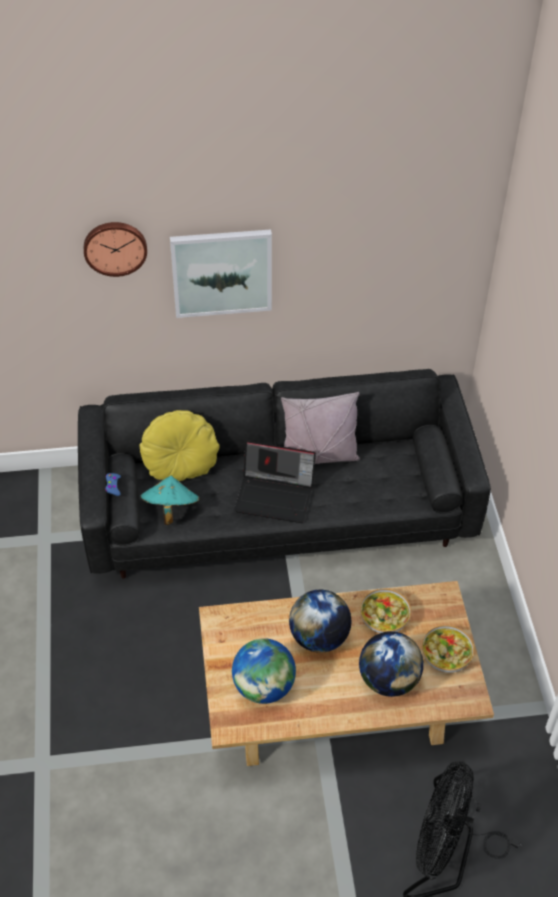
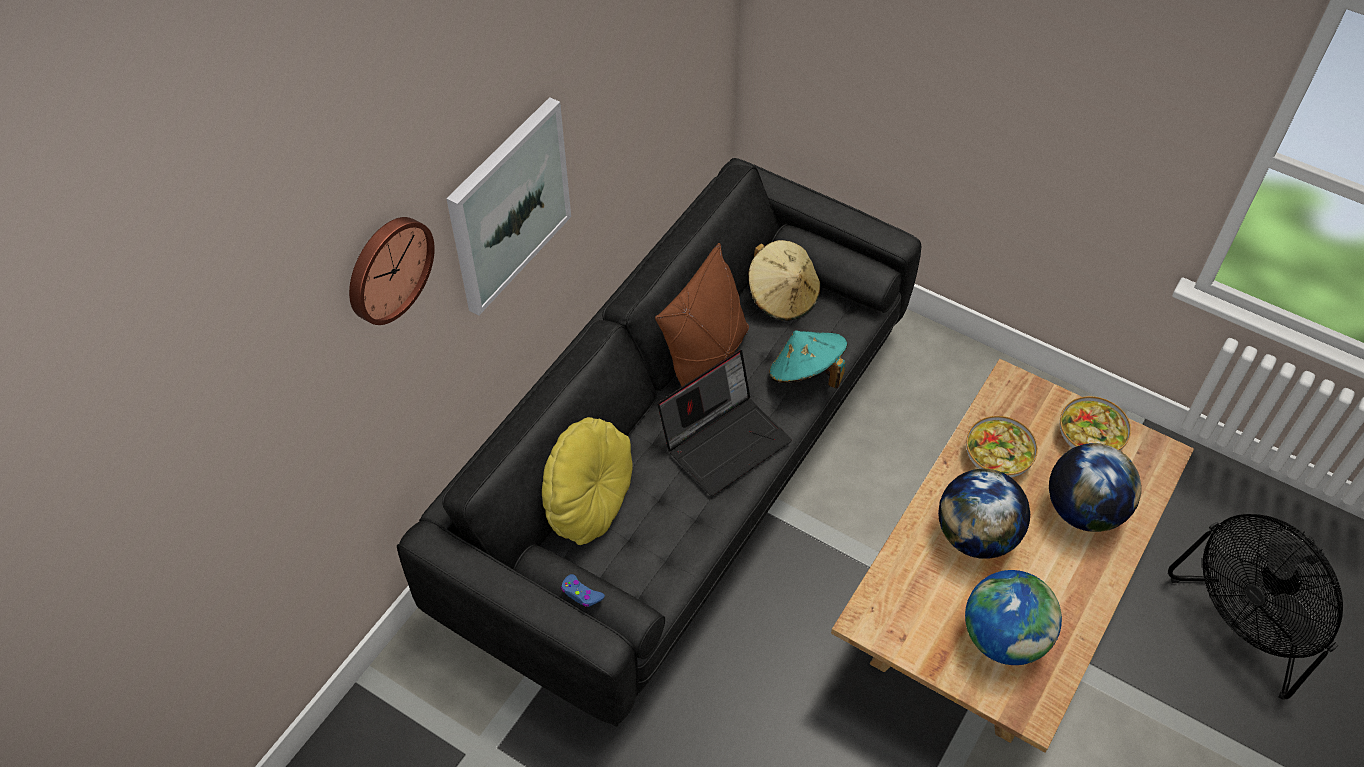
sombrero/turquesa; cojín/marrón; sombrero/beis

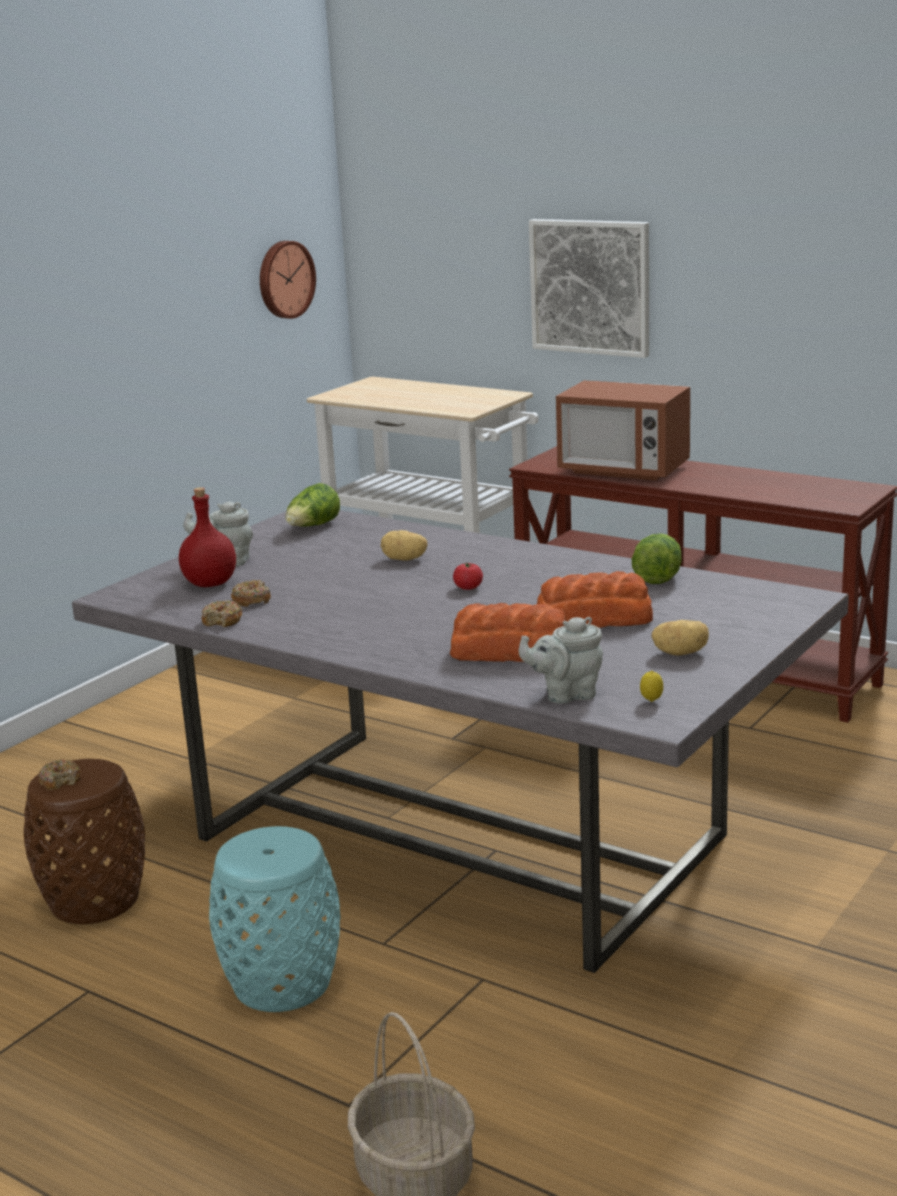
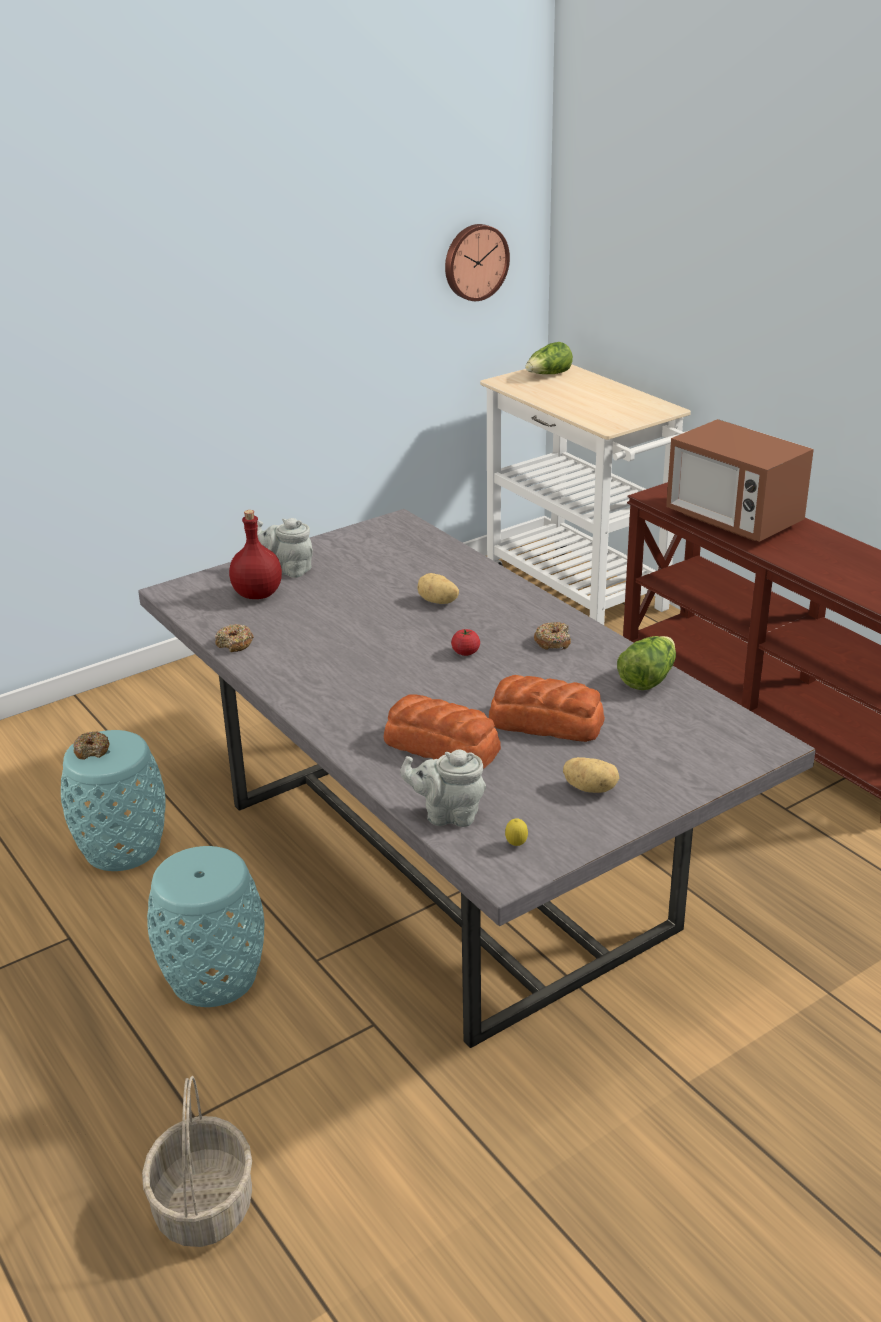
taburete/turquesa (no. 1 from left); rosquilla (no. 3 from left); lechuga (no. 1 from left); cuadro

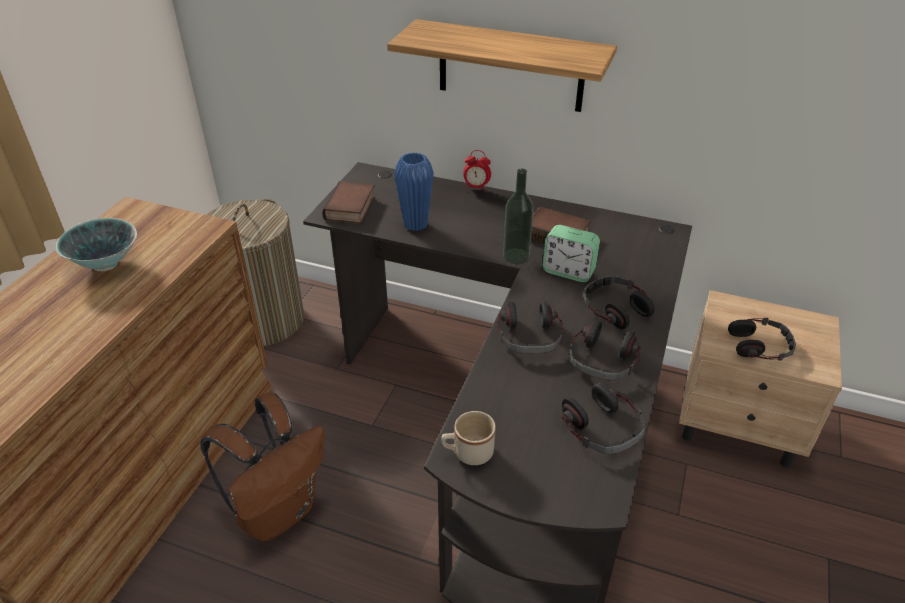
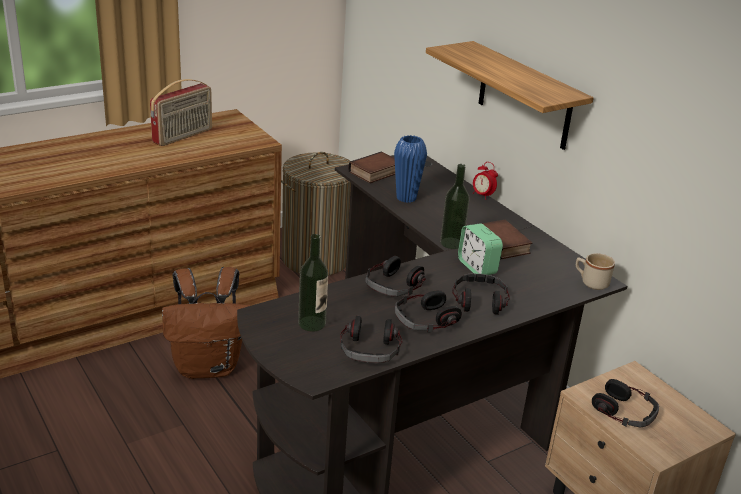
radio; taza grande/beis; botella (no. 1 from left)

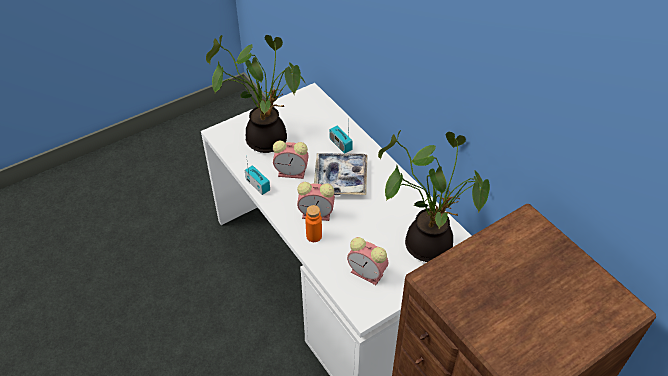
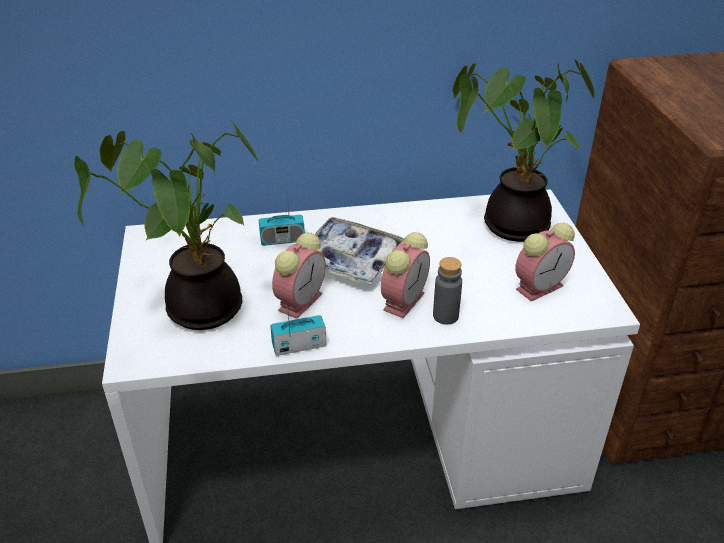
botella/gris

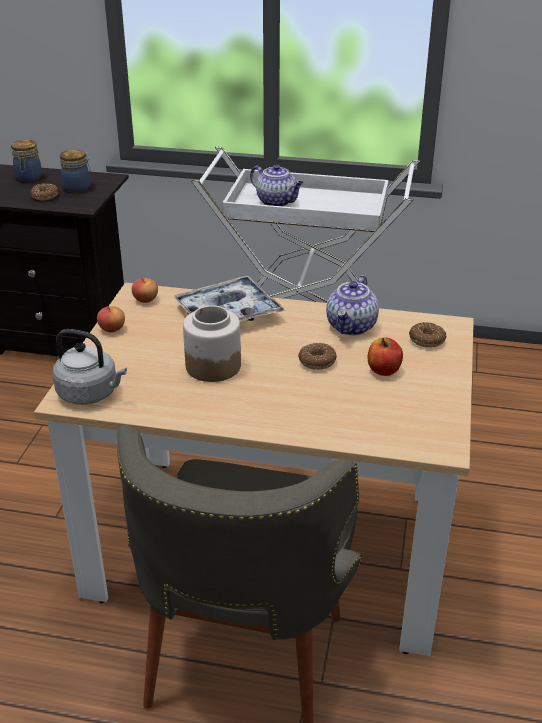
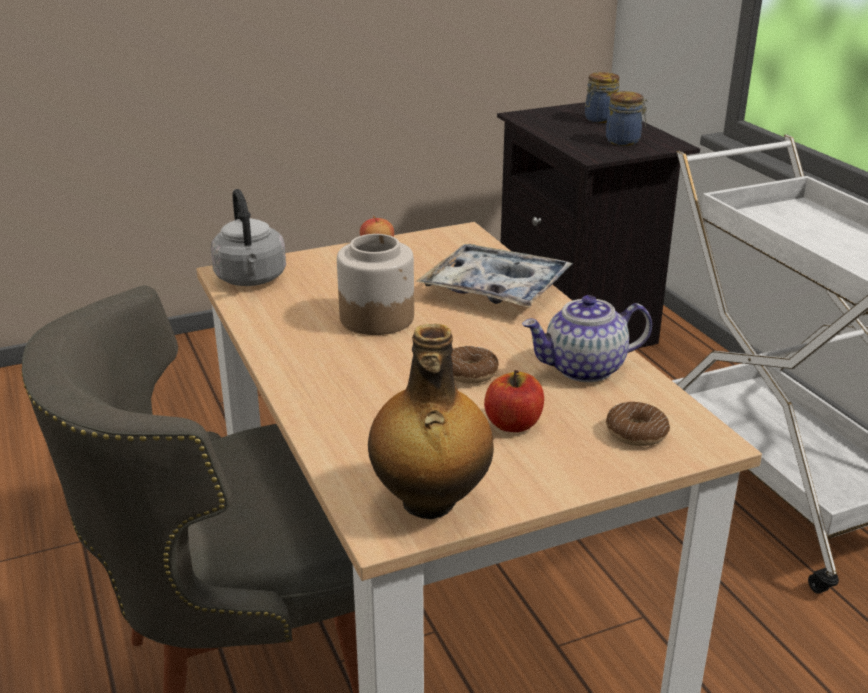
rosquilla (no. 1 from left in the first image); manzana (no. 2 from left in the first image); tetera (no. 1 from left in the first image); botella

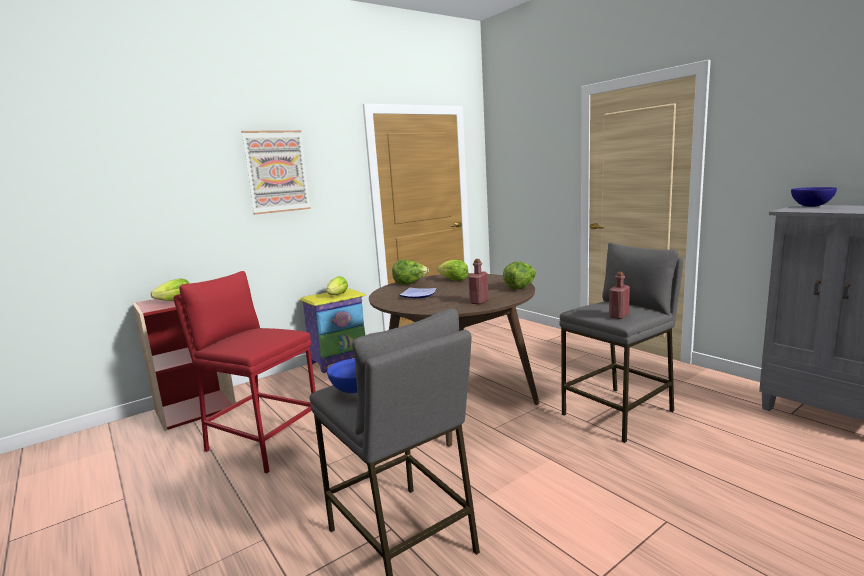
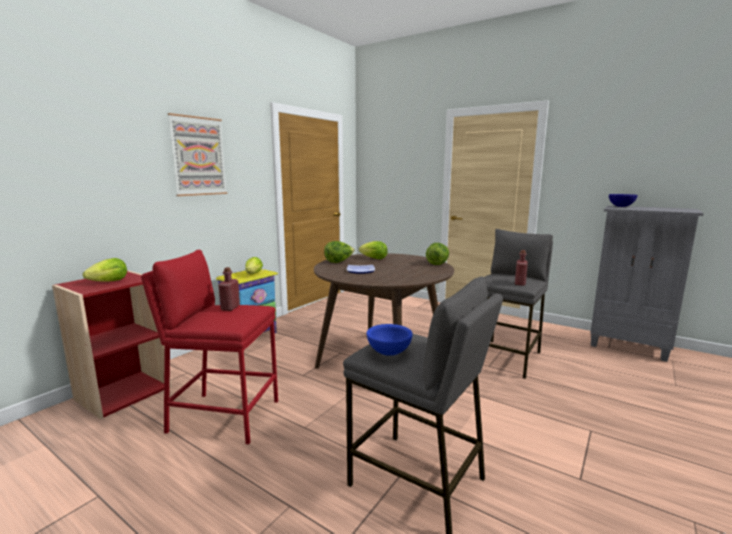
botella/rojo (no. 1 from left)

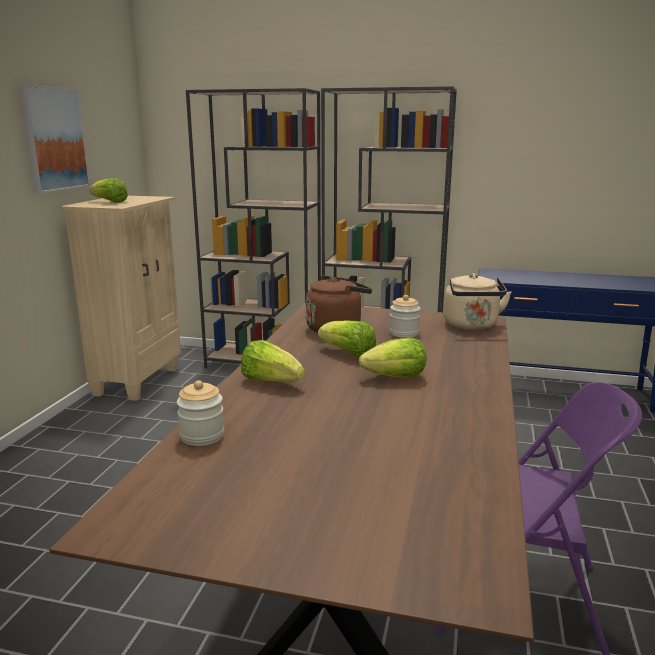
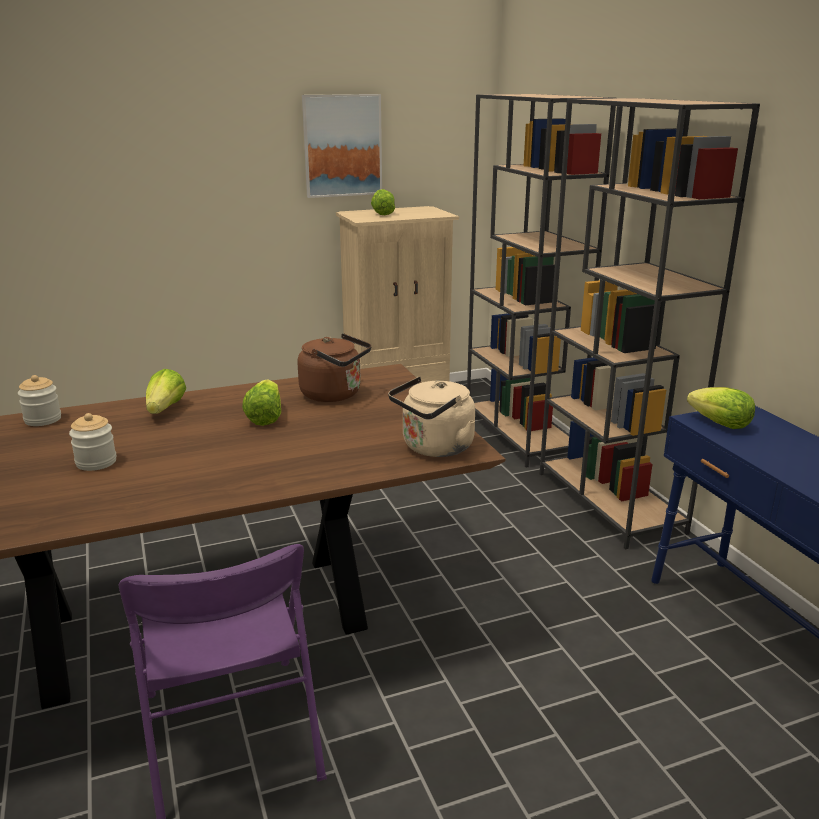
lechuga (no. 4 from left); tarro (no. 2 from left)

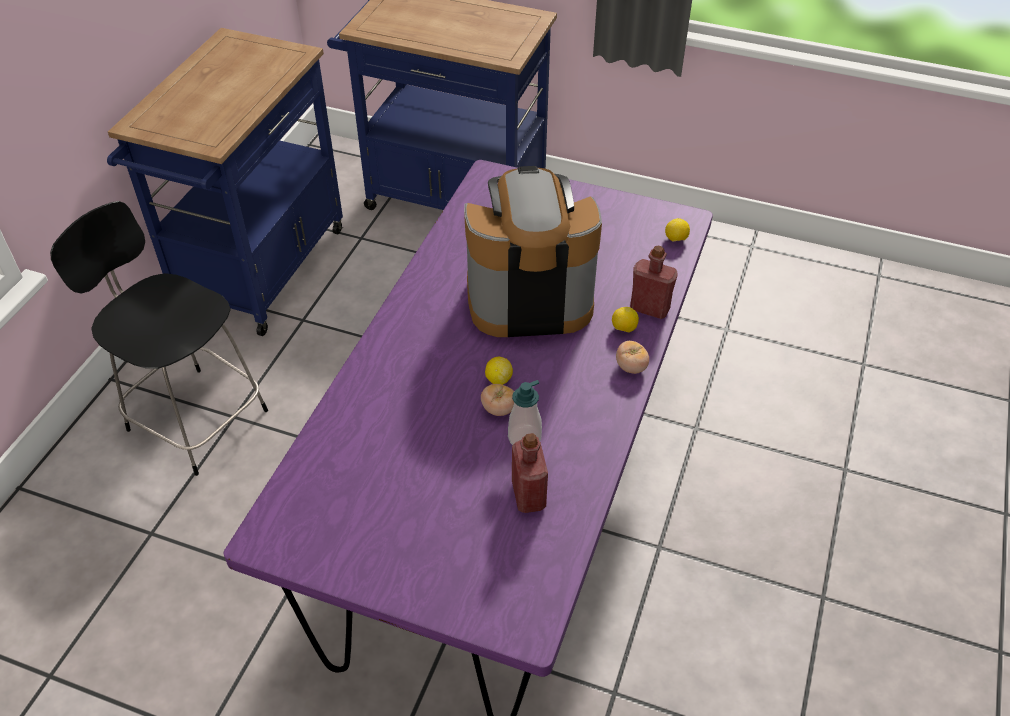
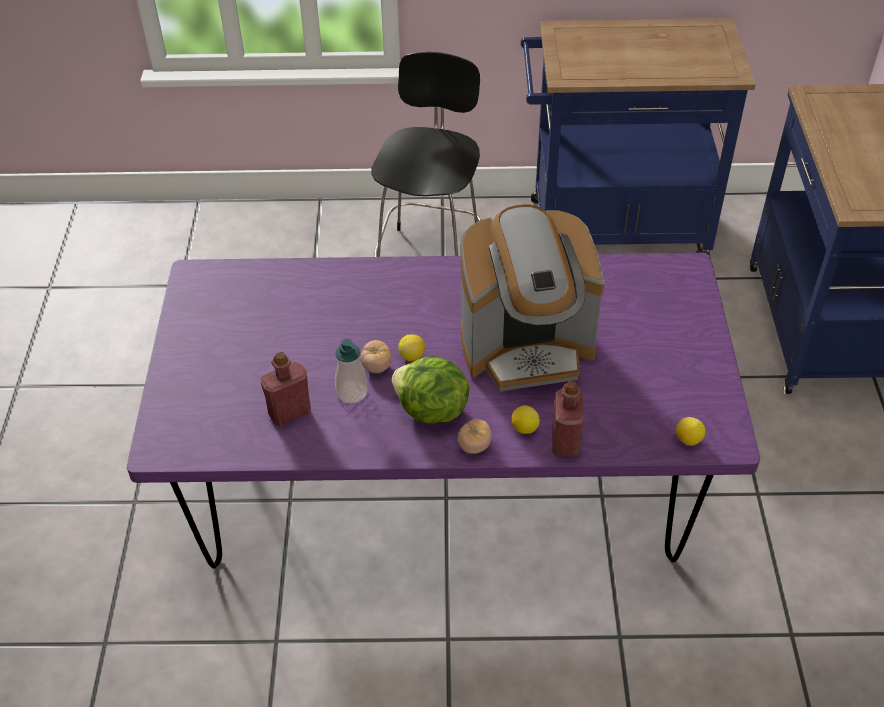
cafetera; lechuga

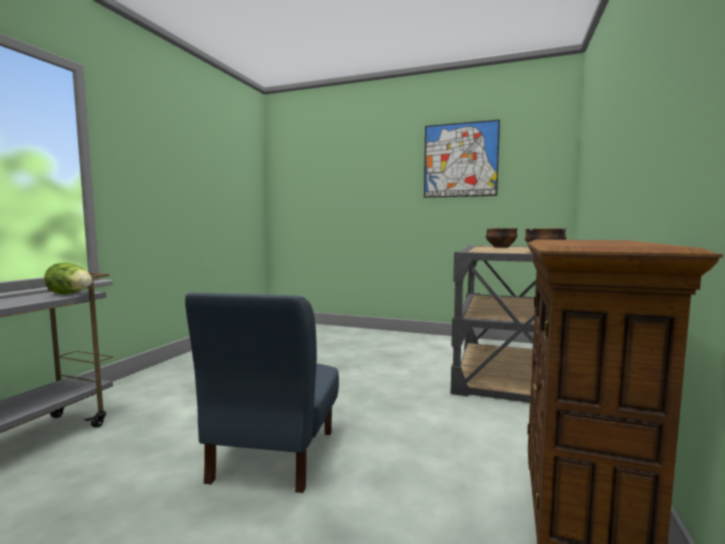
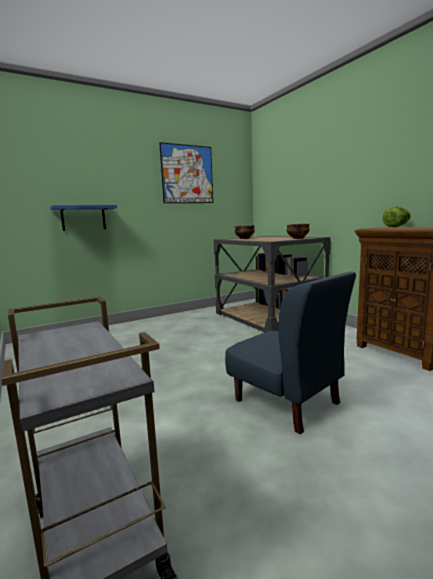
lechuga; estante/azul

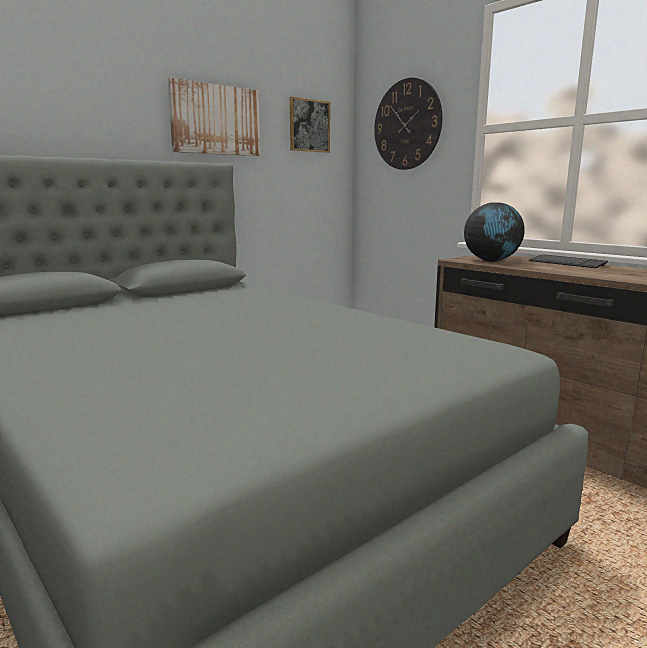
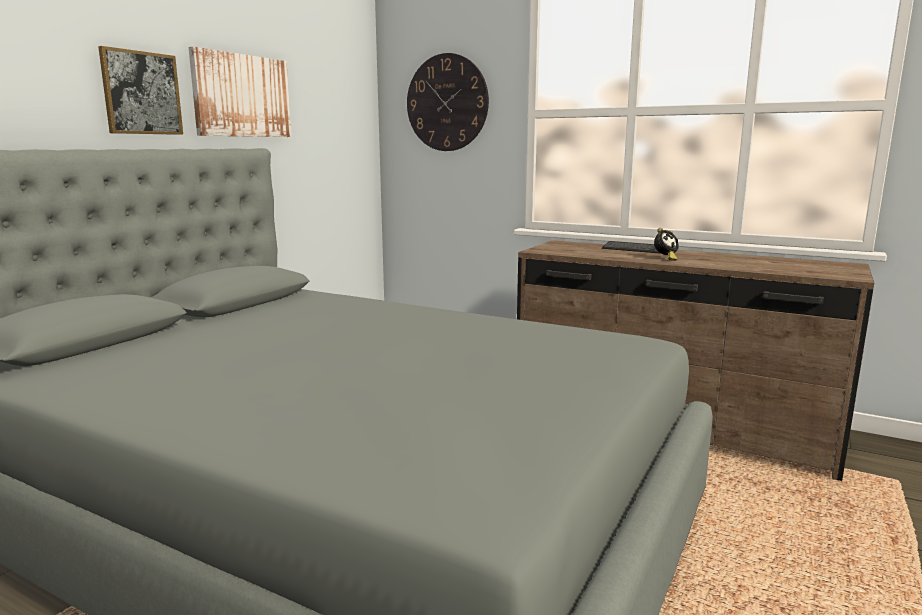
cuadro (no. 1 from left); globo terráqueo; despertador

